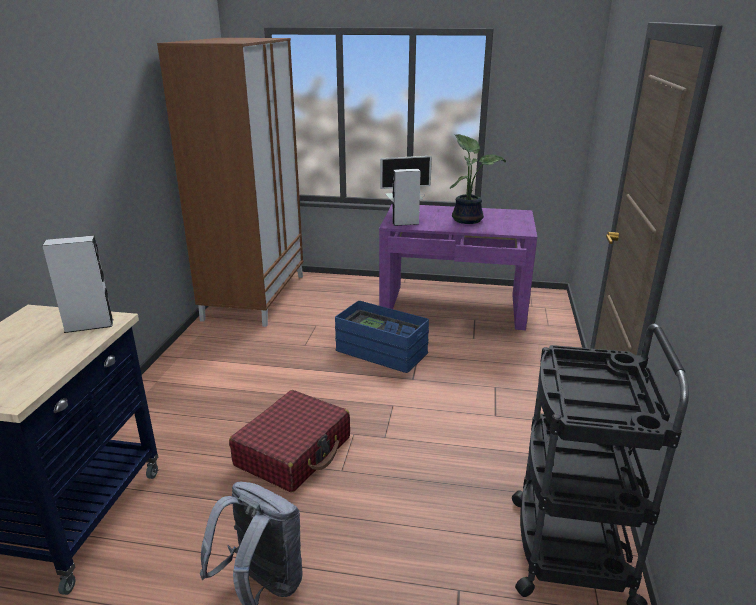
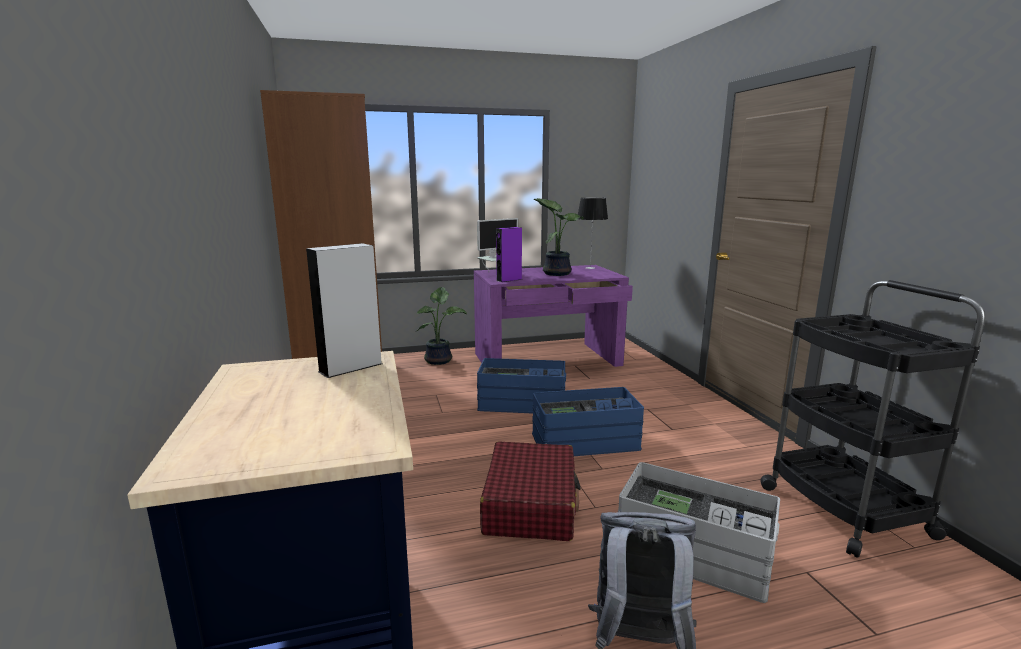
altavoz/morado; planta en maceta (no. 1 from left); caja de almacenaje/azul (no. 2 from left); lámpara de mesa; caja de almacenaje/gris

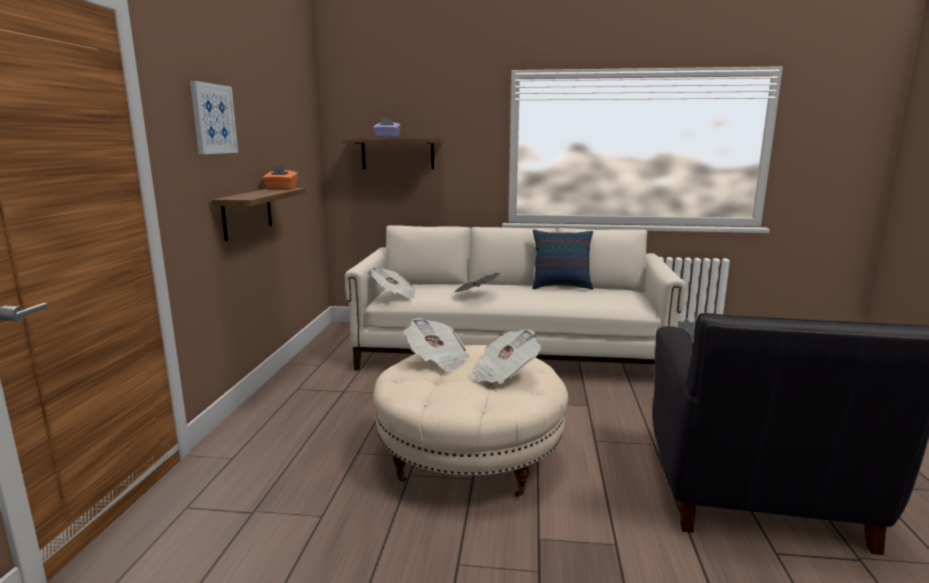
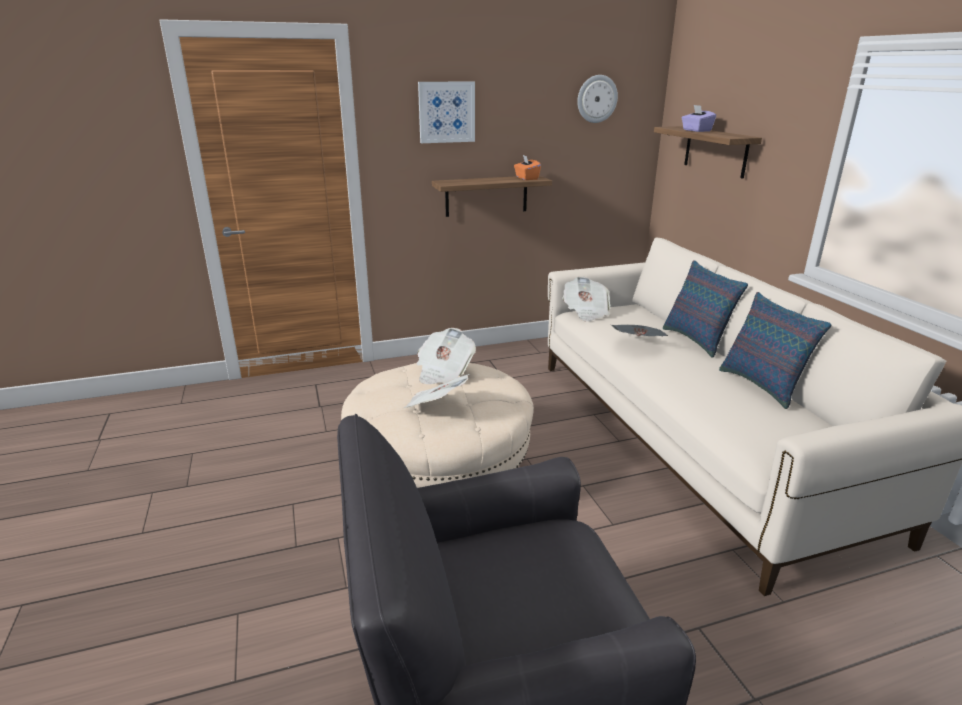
reloj de pared; cojín/azul (no. 1 from left)

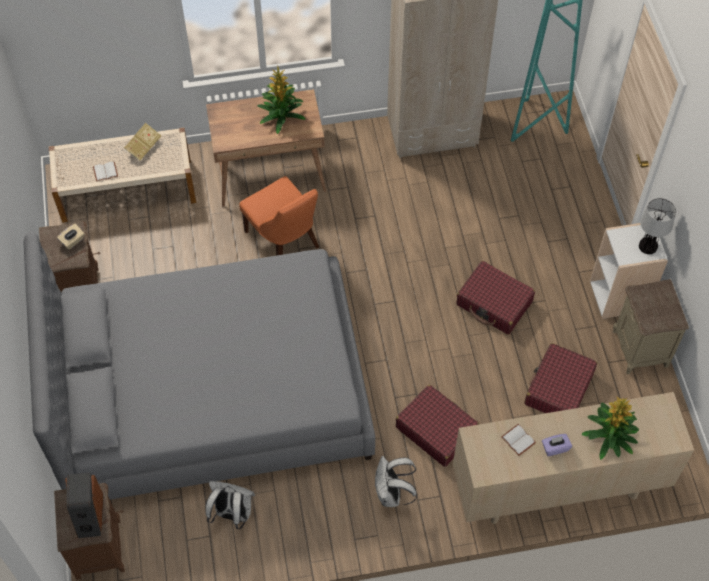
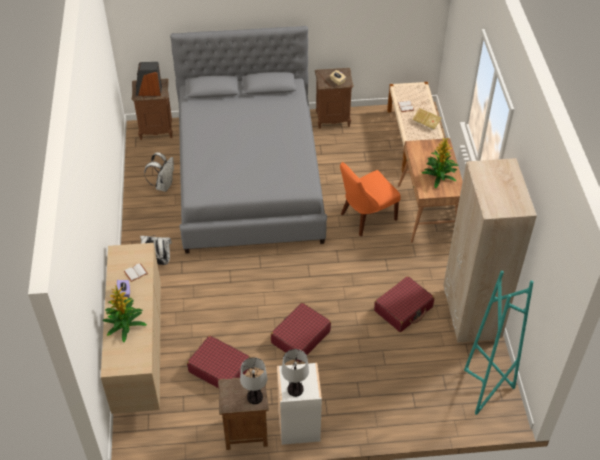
maleta/rojo (no. 3 from left); lámpara de mesa (no. 1 from left)

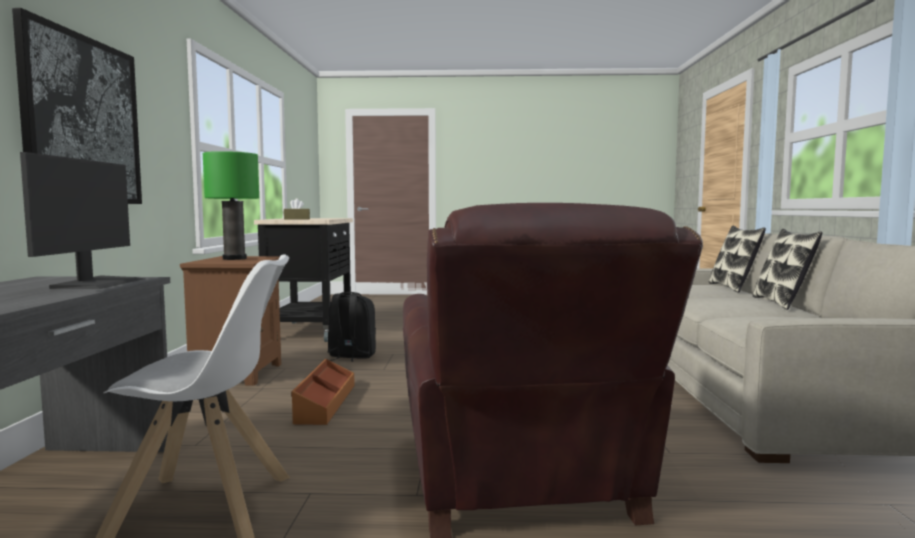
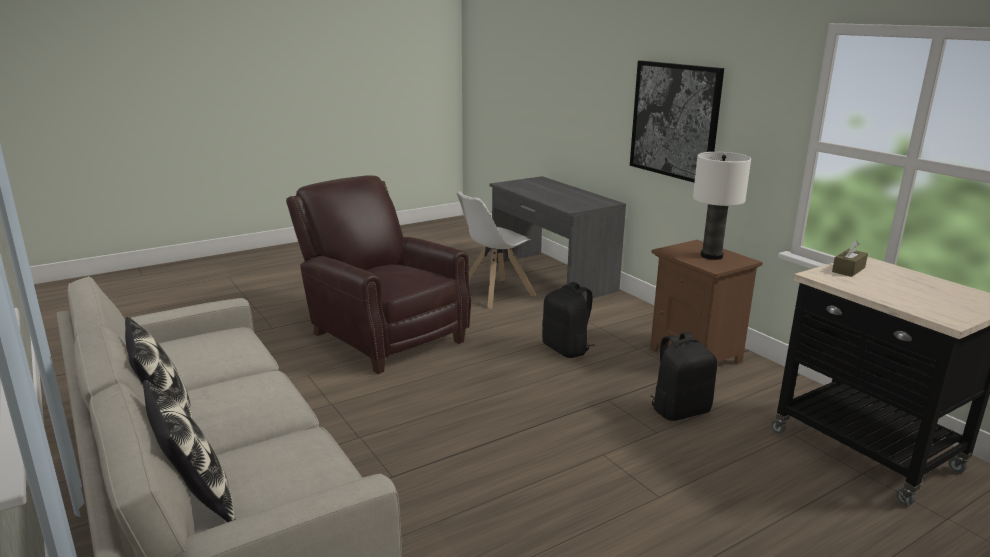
monitor; lámpara de mesa/blanco; mochila/negro (no. 1 from left)

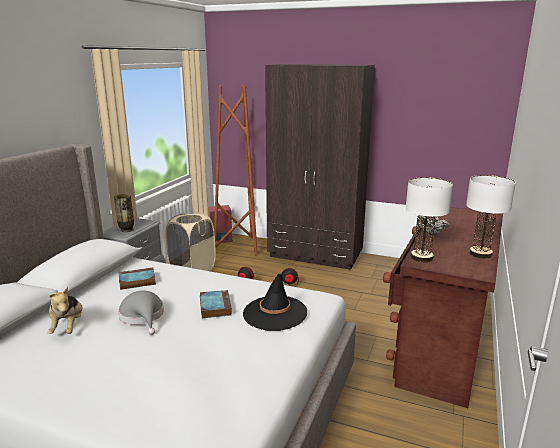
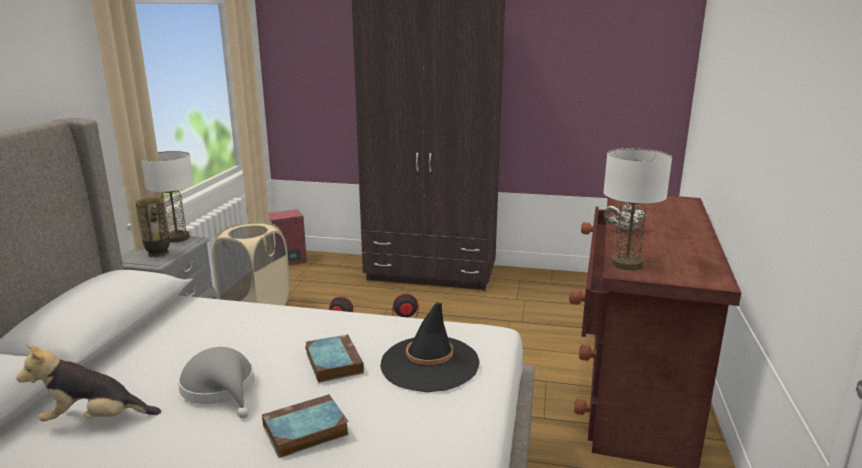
peluche; libro (no. 1 from left); perchero/marrón; lámpara de mesa (no. 1 from left)

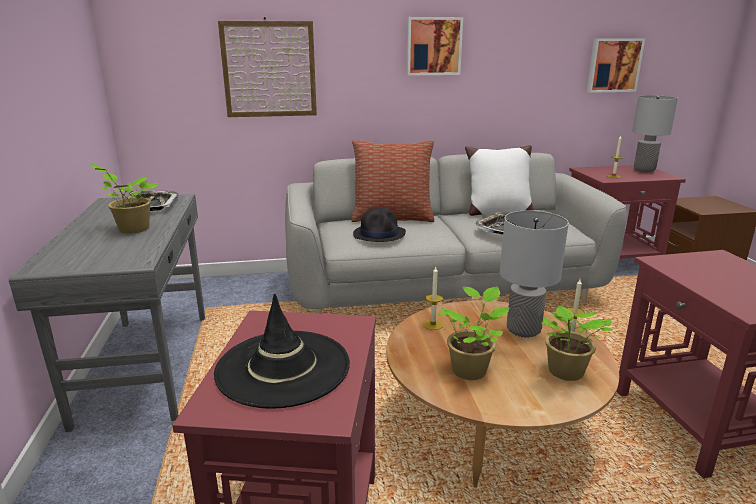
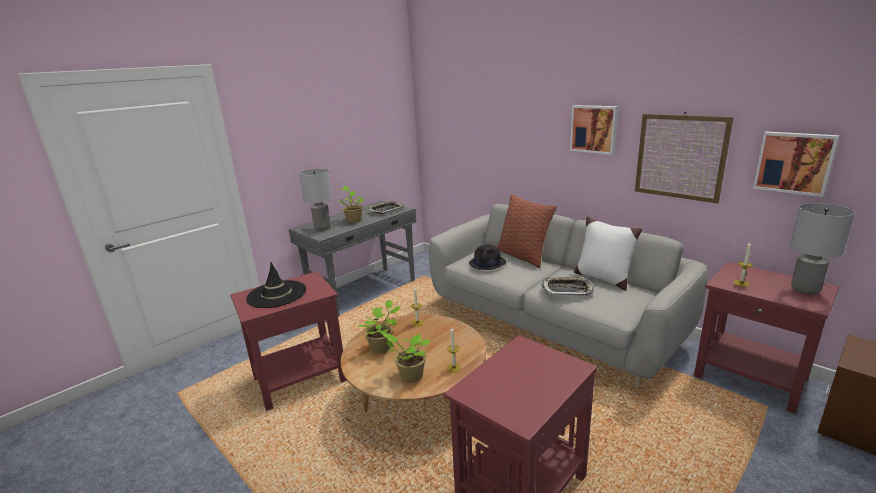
cuadro (no. 2 from left); lámpara de mesa/gris (no. 1 from left)

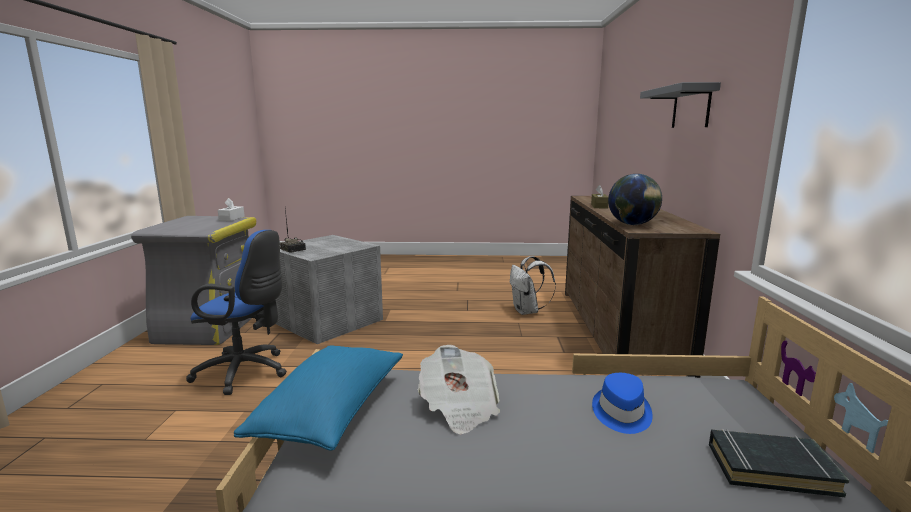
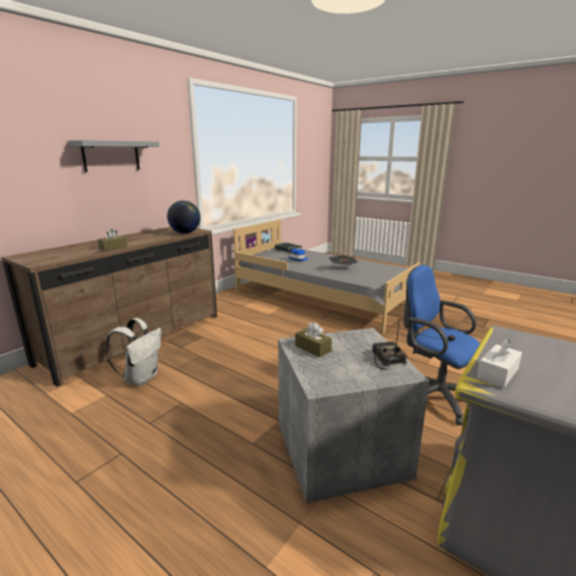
cojín/azul; caja de pañuelos/marrón (no. 2 from left)

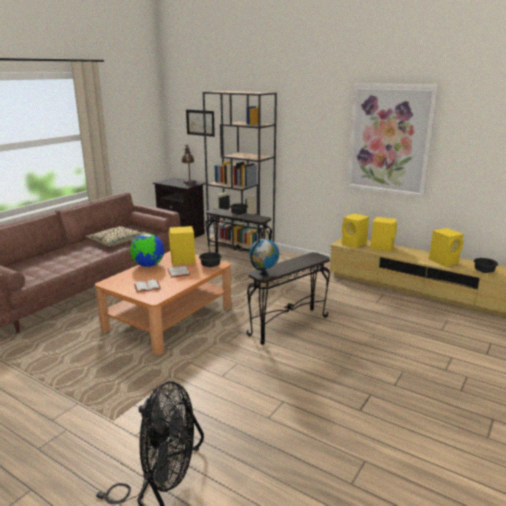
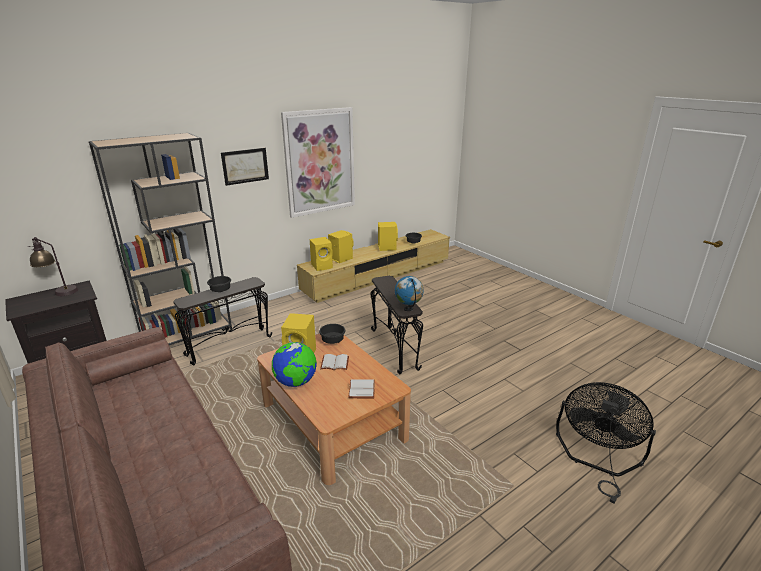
cojín/beis; cuadro (no. 1 from left)

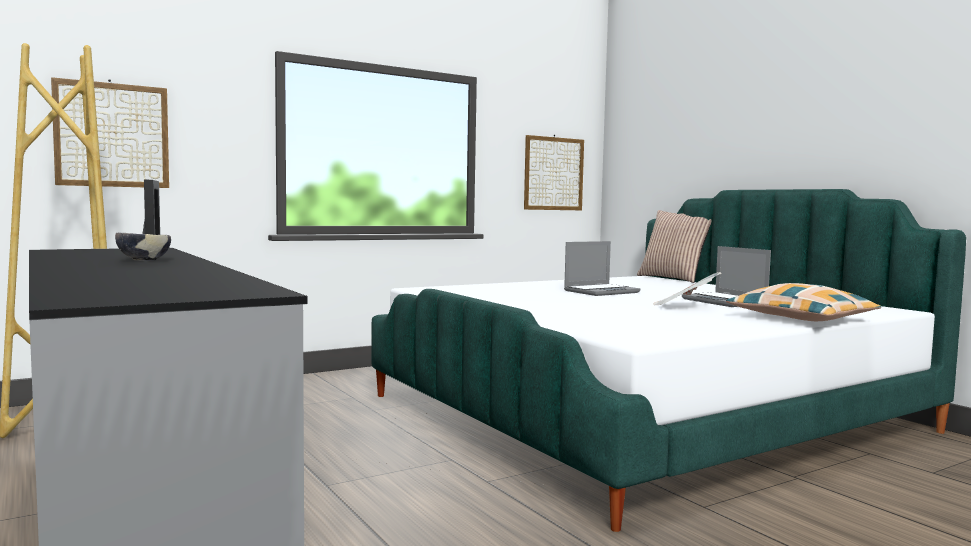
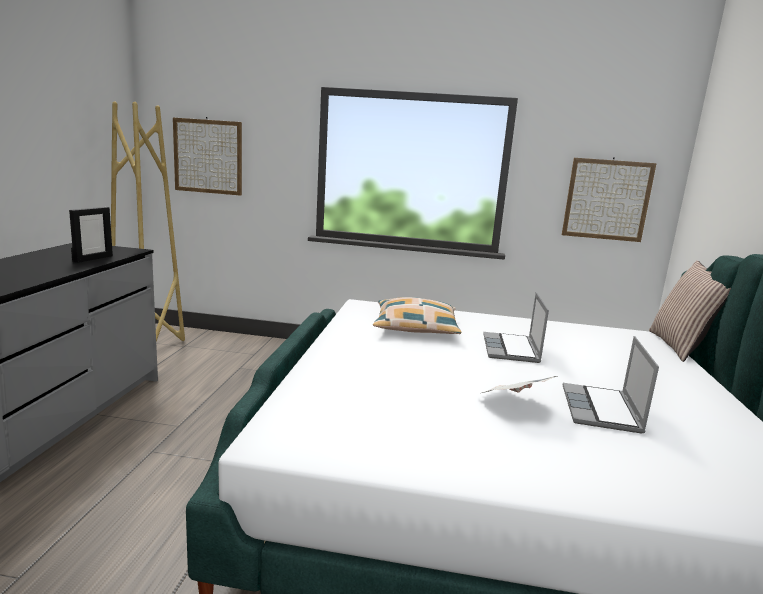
cuenco; portátil (no. 1 from left); cojín (no. 1 from left)

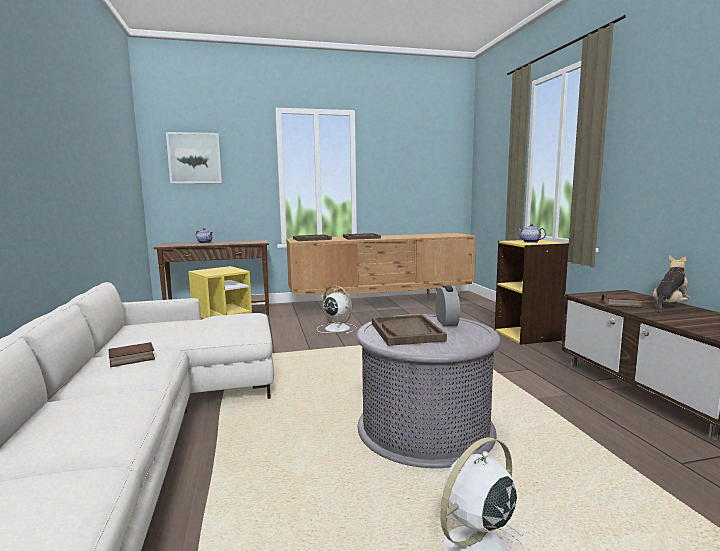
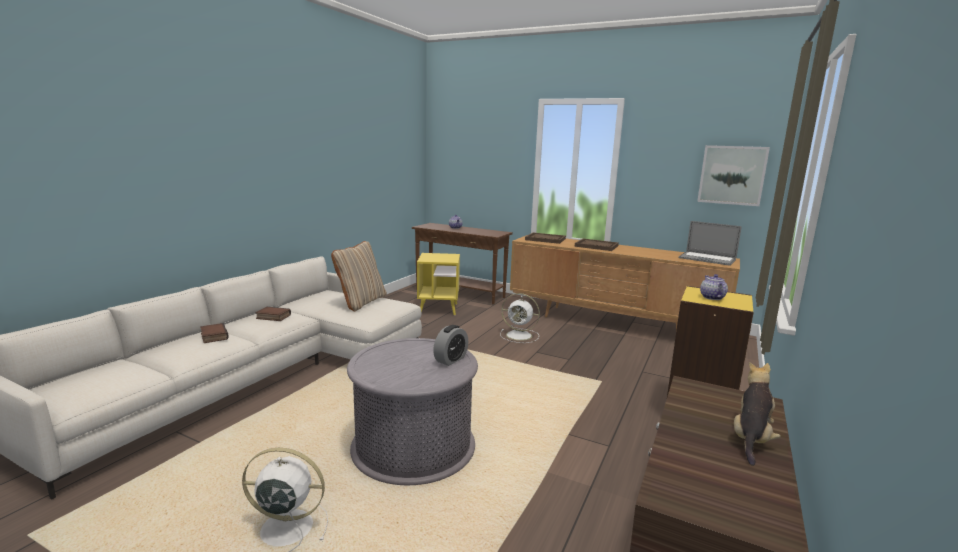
cuadro; ventilador/blanco (no. 2 from left); bandeja/marrón (no. 3 from left in the first image); libro (no. 1 from left); peluche; cojín/beis; portátil

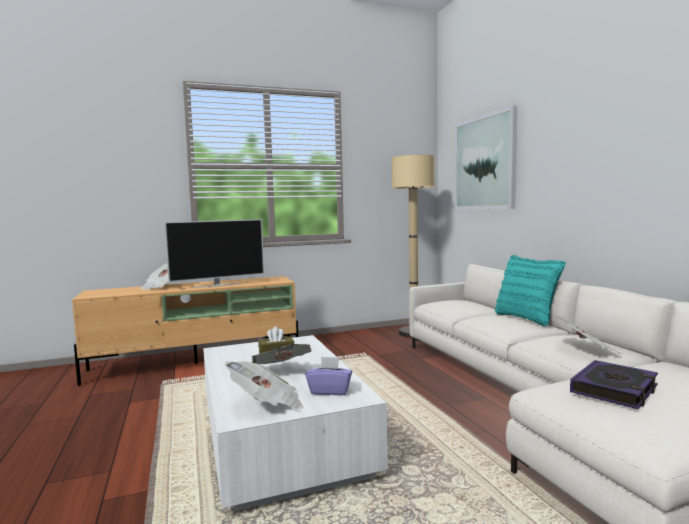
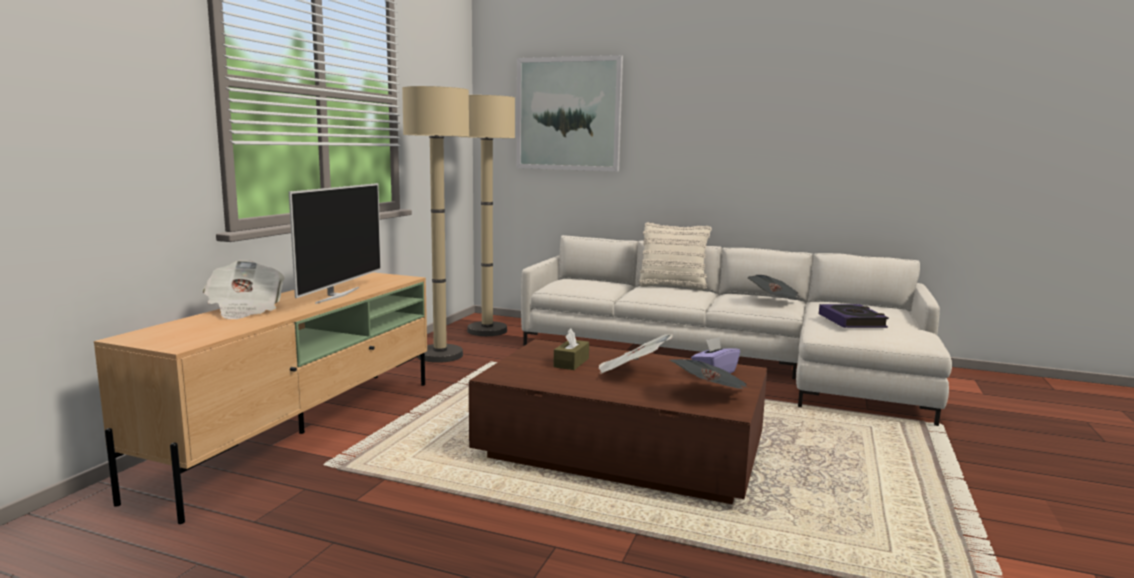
mesa de centro/marrón; cojín/beis; lámpara de pie/beis (no. 1 from left)

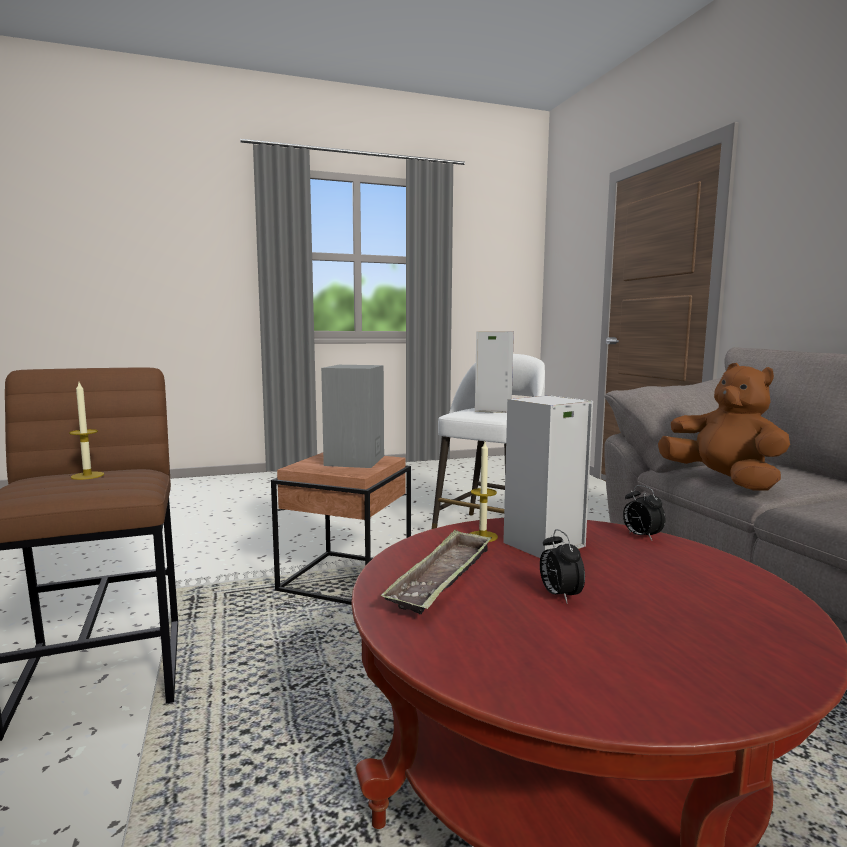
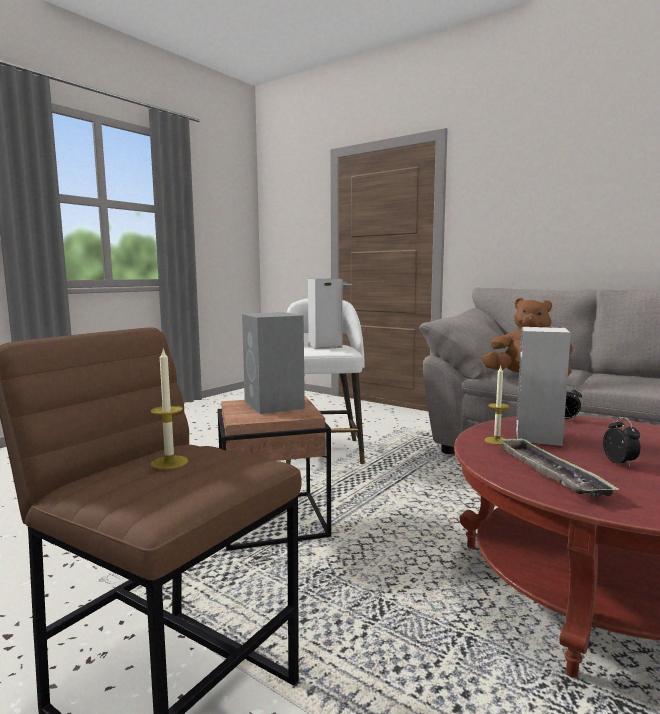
despertador (no. 2 from left)

